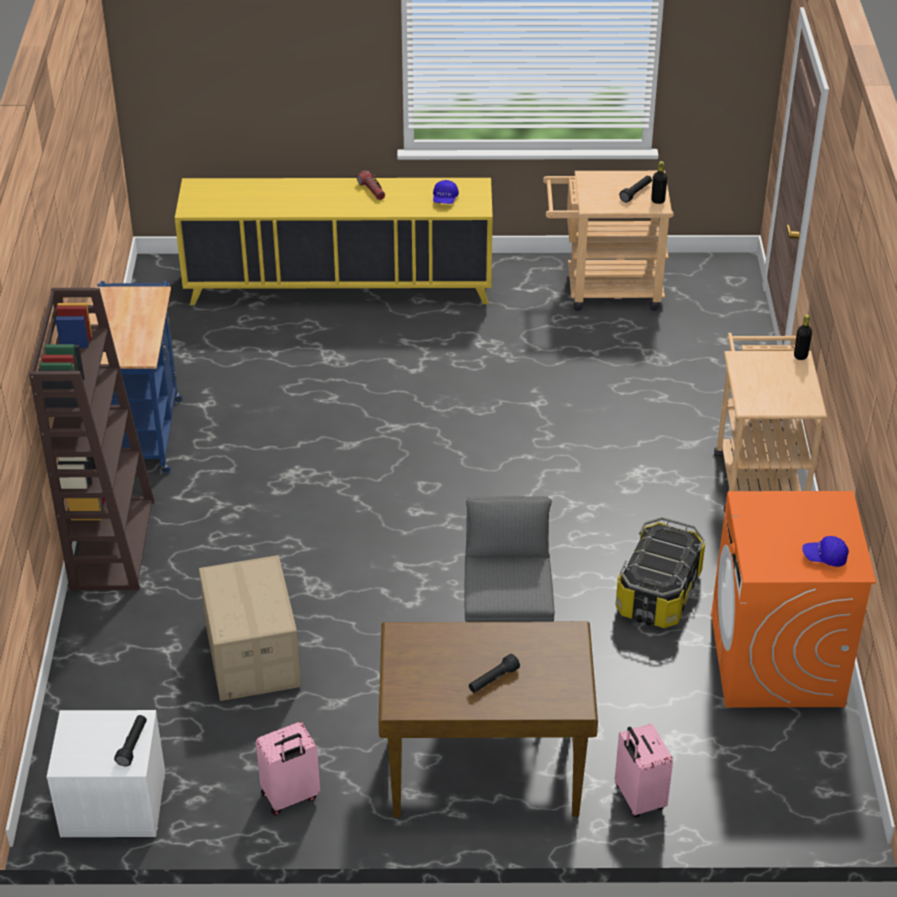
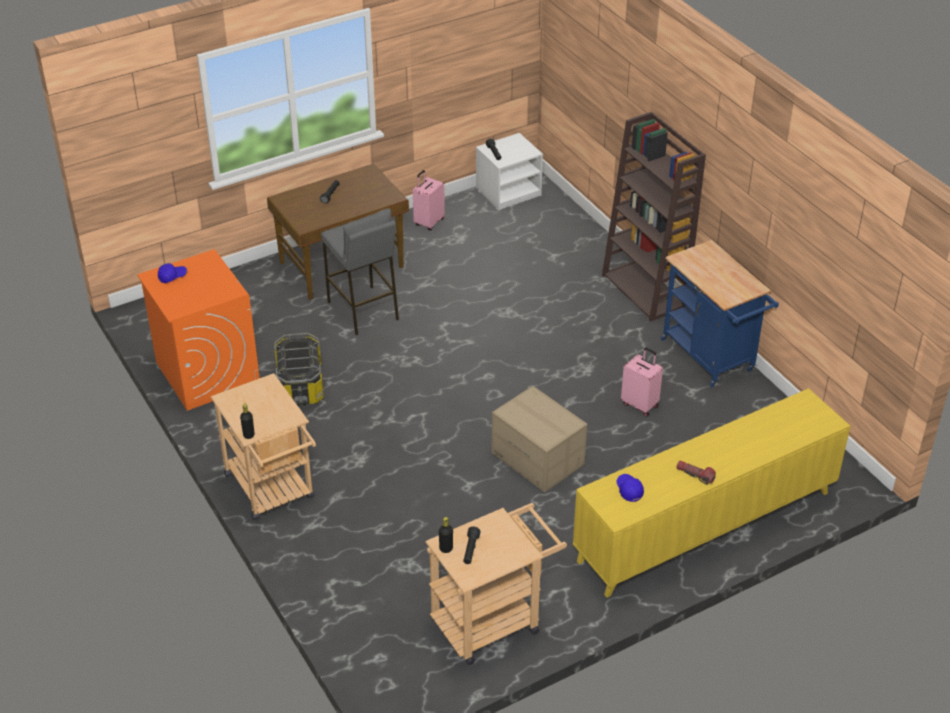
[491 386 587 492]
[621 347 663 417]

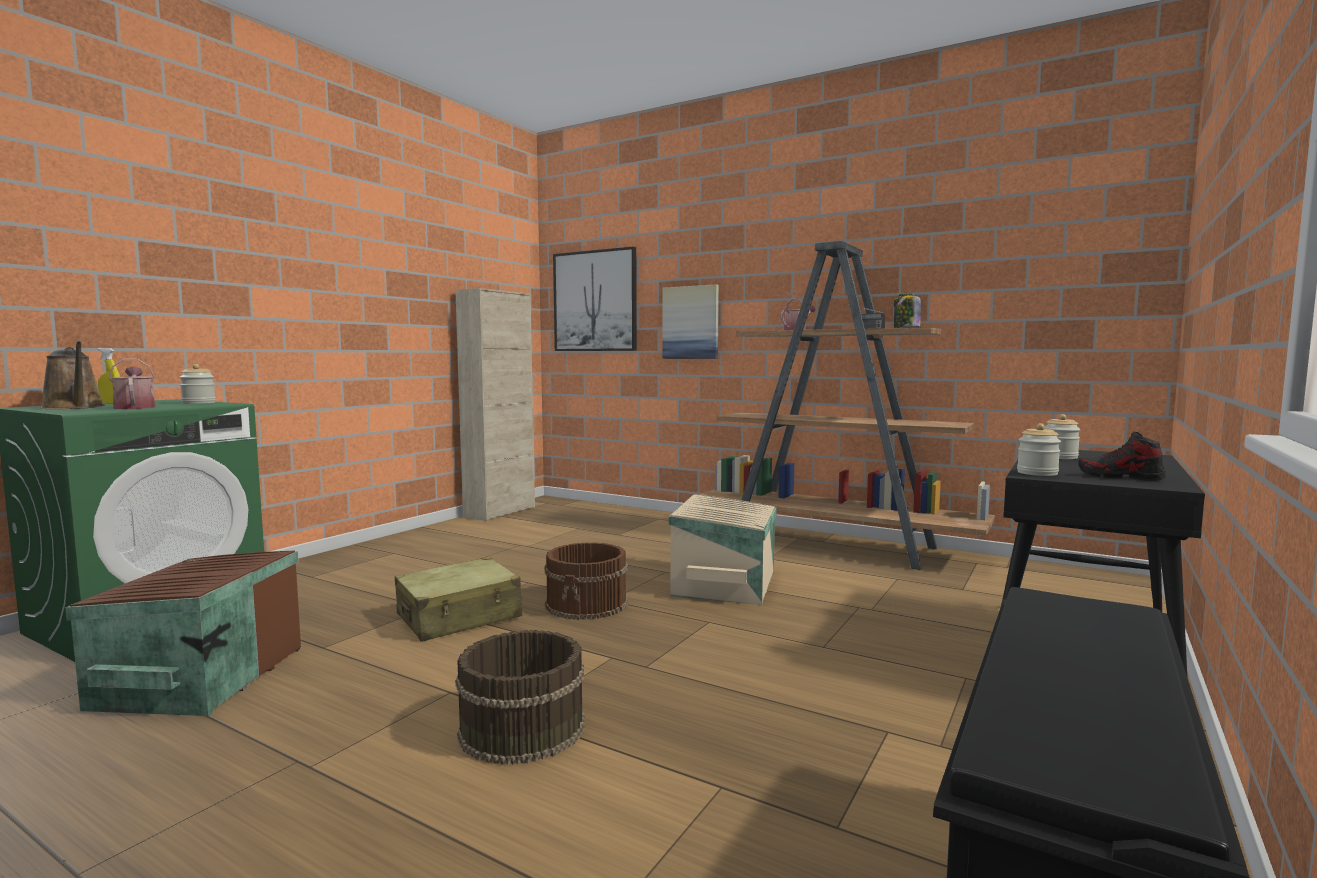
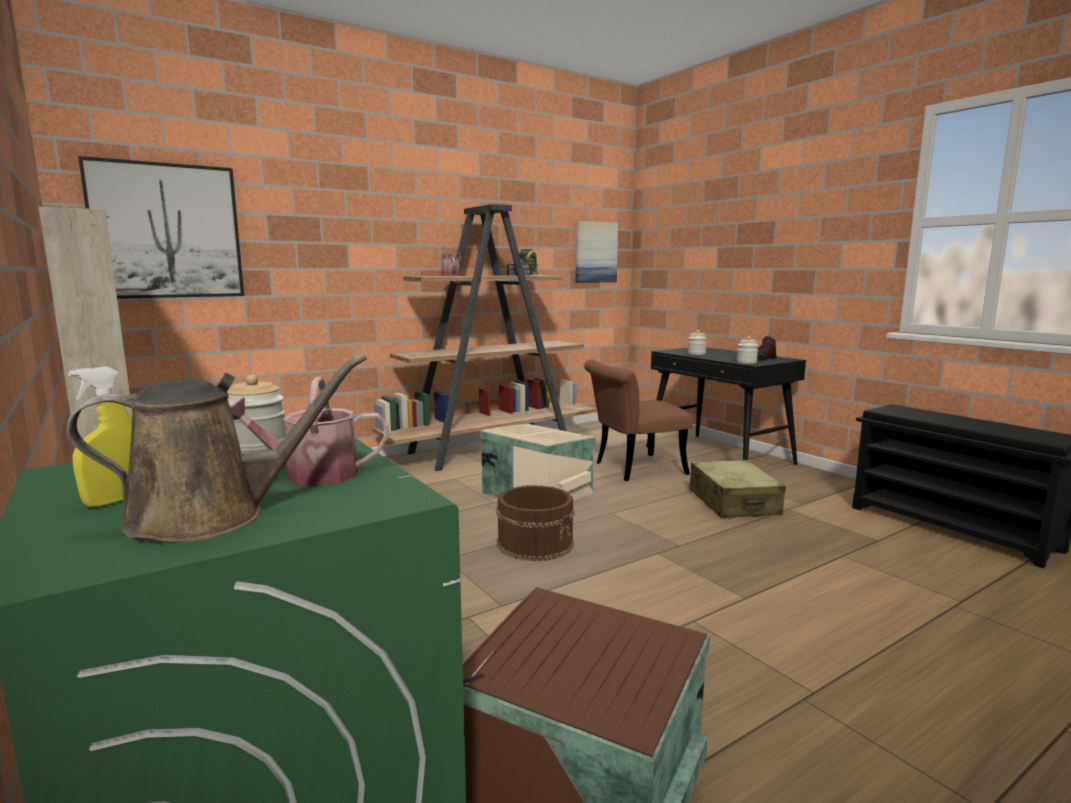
[455 630 585 765] (first image)
[584 359 692 481]
[689 460 786 518]
[576 221 618 283]

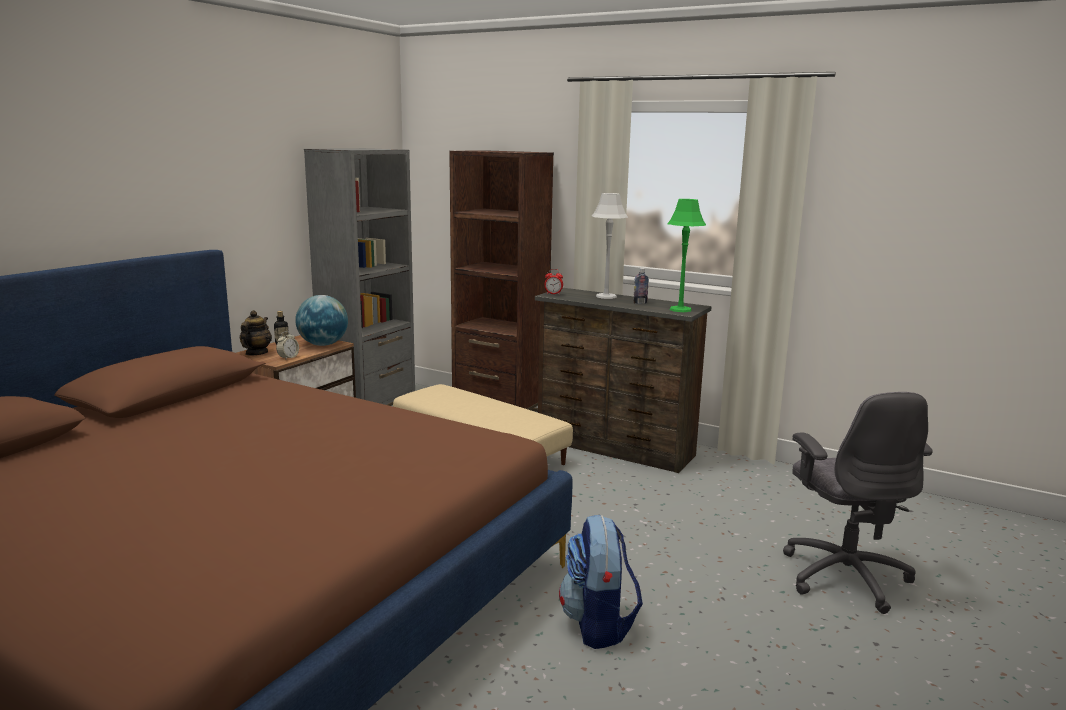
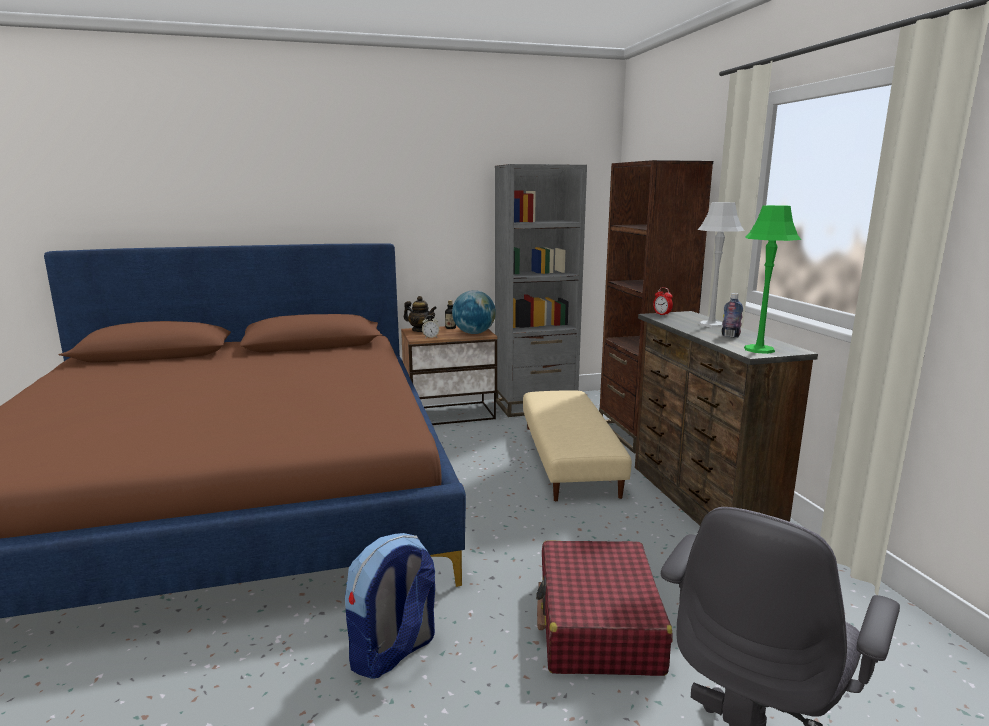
[536 540 673 676]
[404 296 437 332]

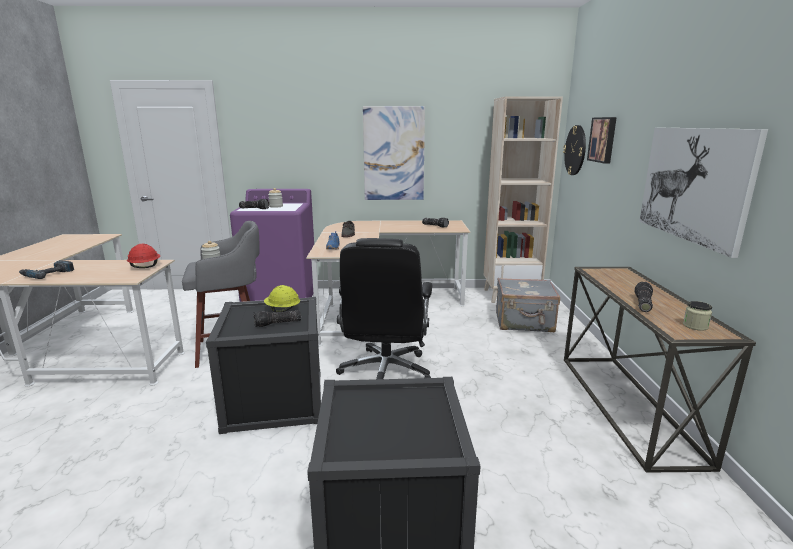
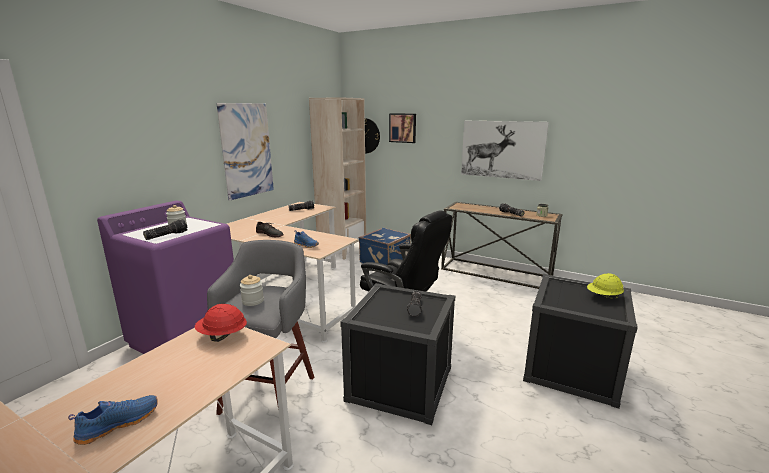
[587 273 624 300]
[68 395 158 445]
[359 228 411 265]

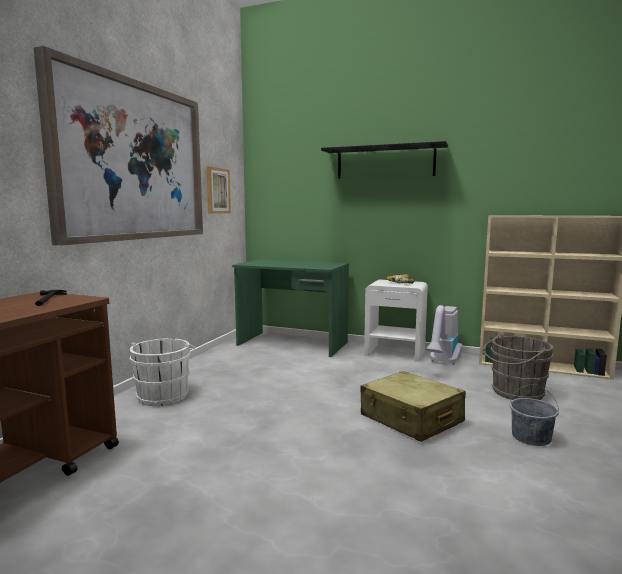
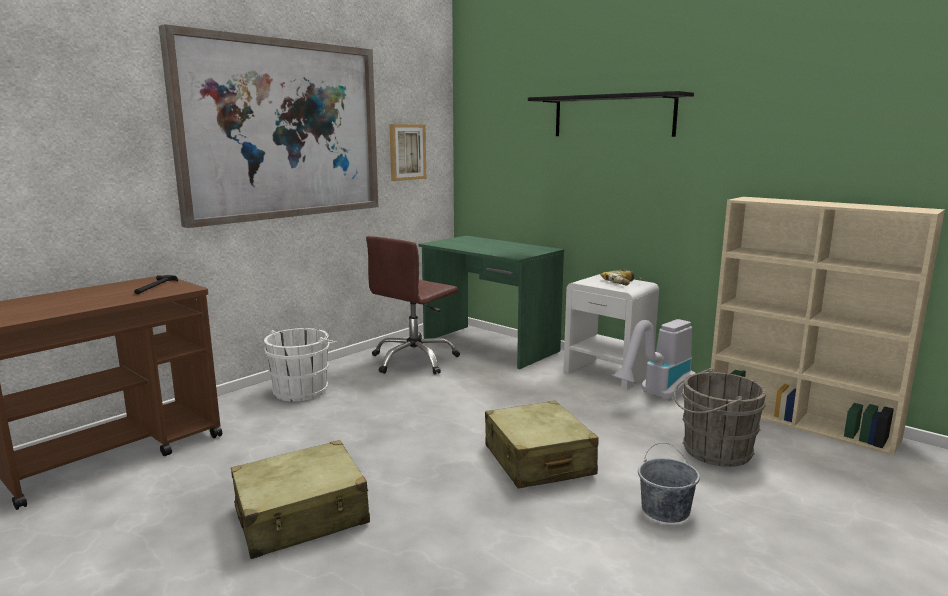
[231 440 370 559]
[366 236 460 374]

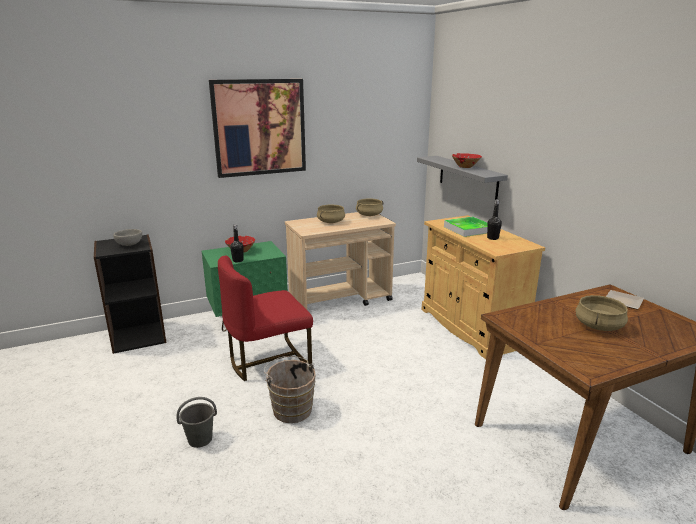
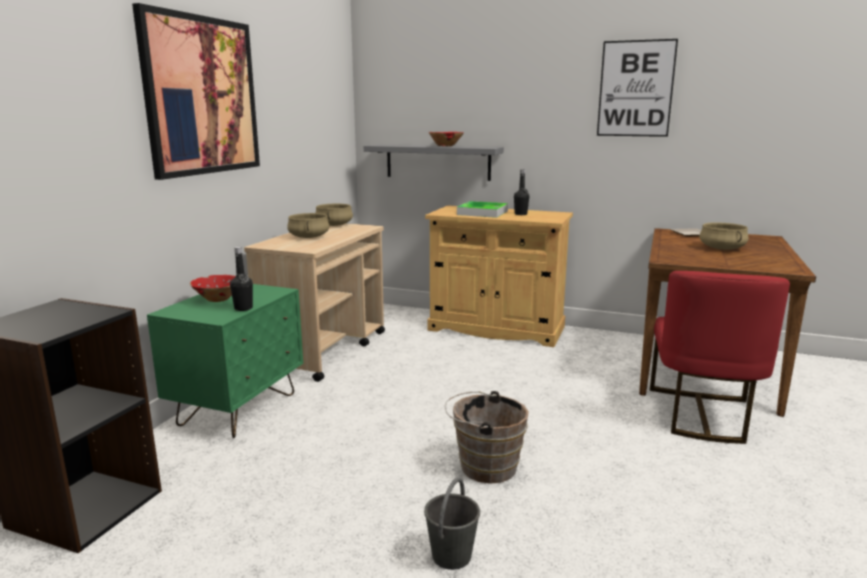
[113 229 142 246] (first image)
[597 39 678 137]
[650 271 790 444]

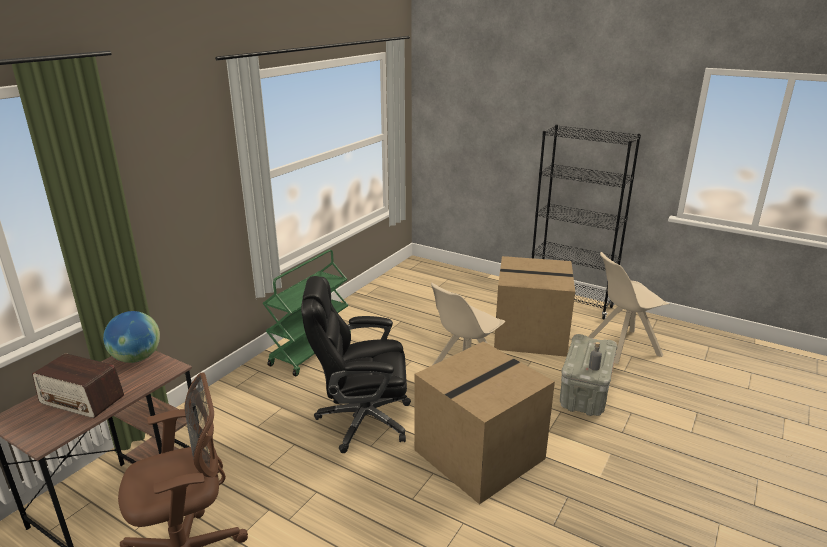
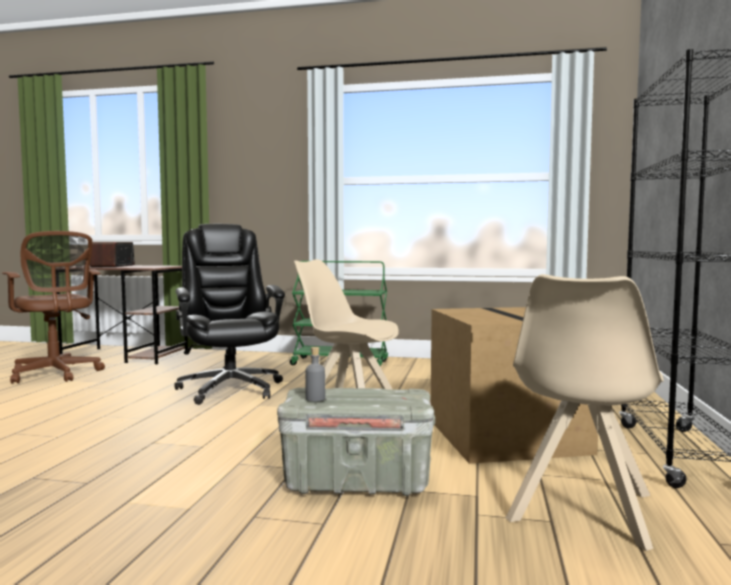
[103 311 160 363] (first image)
[414 341 555 504] (first image)
[506 274 663 551]

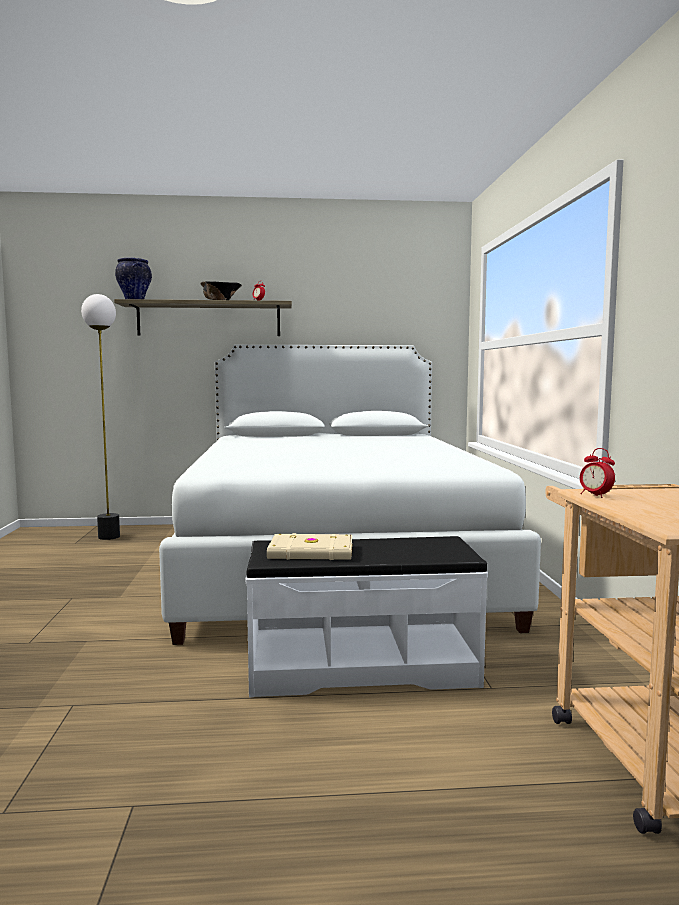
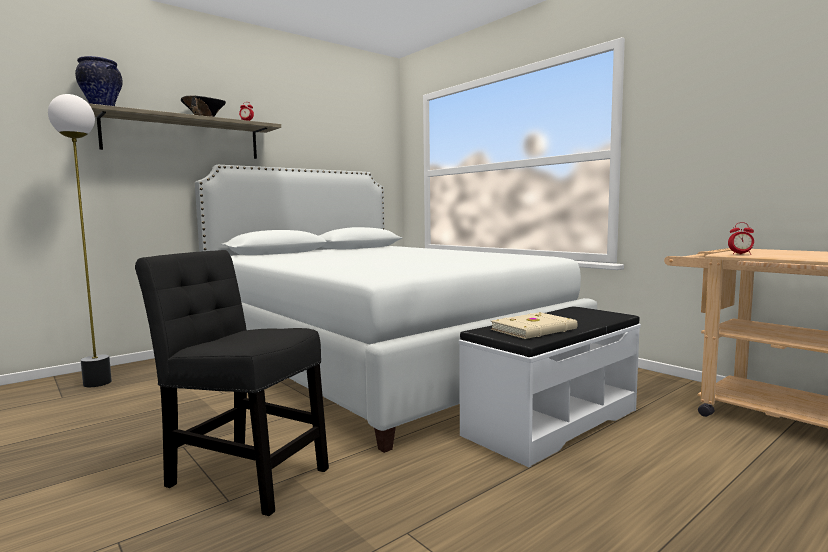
[135 250 329 516]

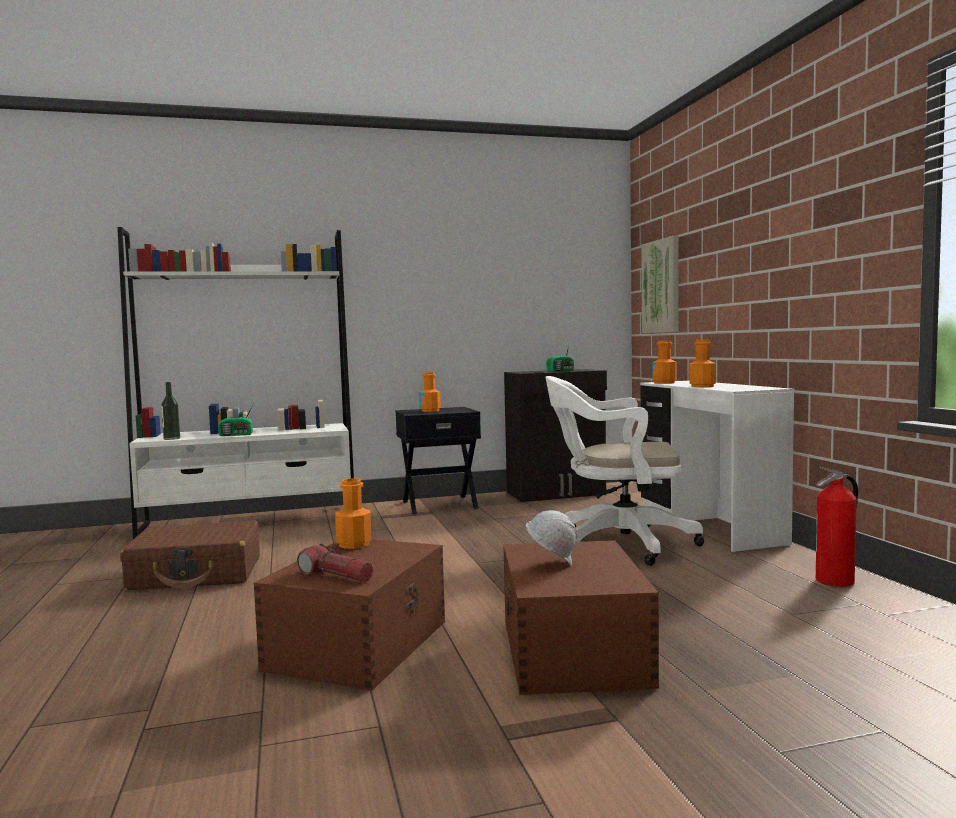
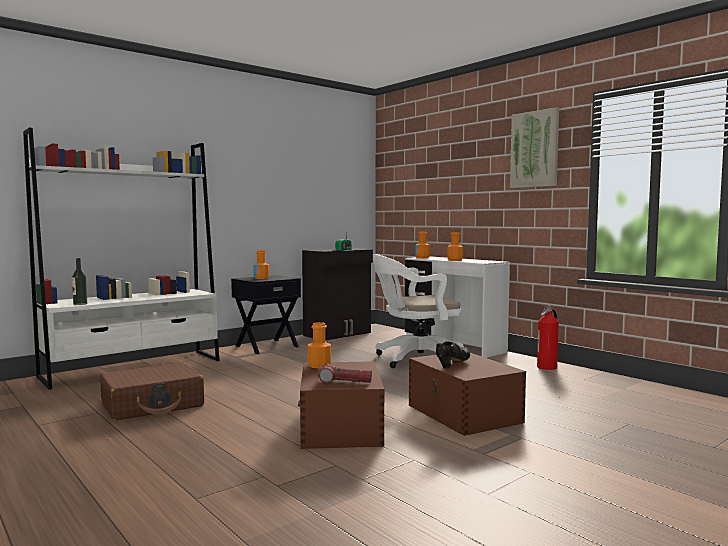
[218 403 254 436] (first image)
[510 107 559 188]
[436 341 470 369]

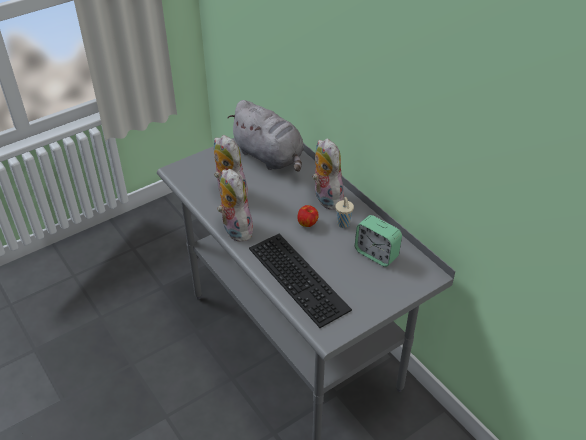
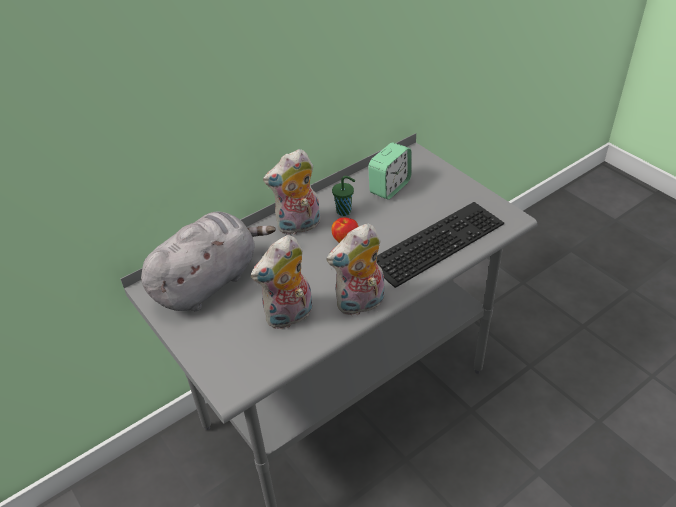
[332 176 355 216]

